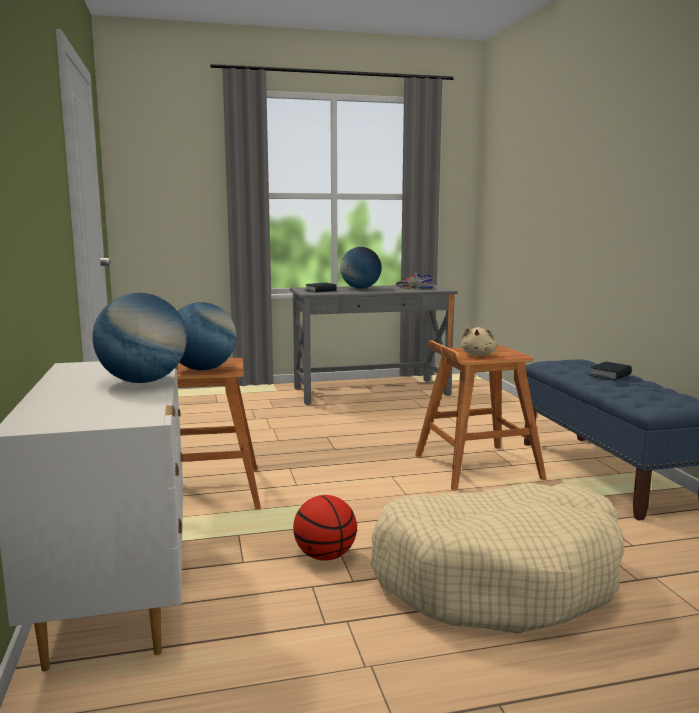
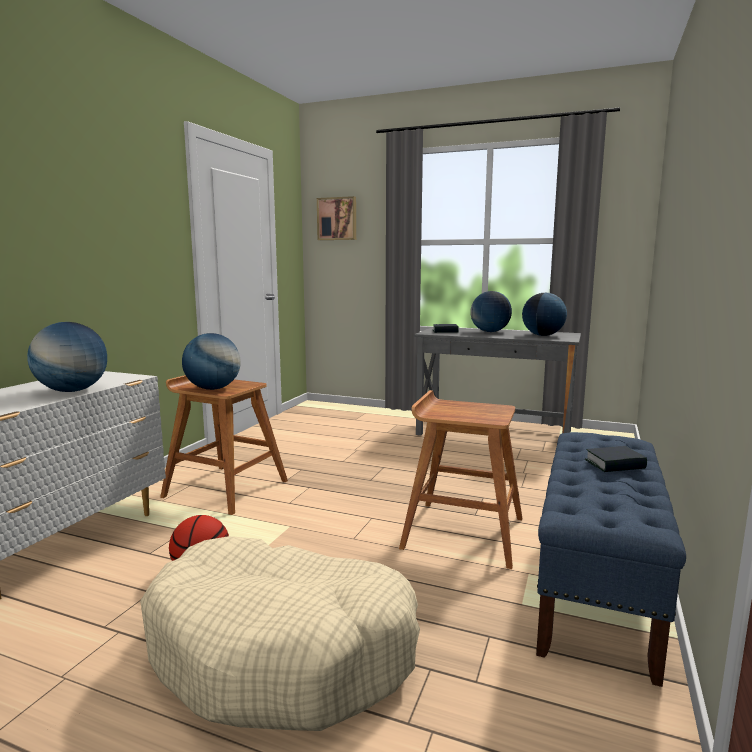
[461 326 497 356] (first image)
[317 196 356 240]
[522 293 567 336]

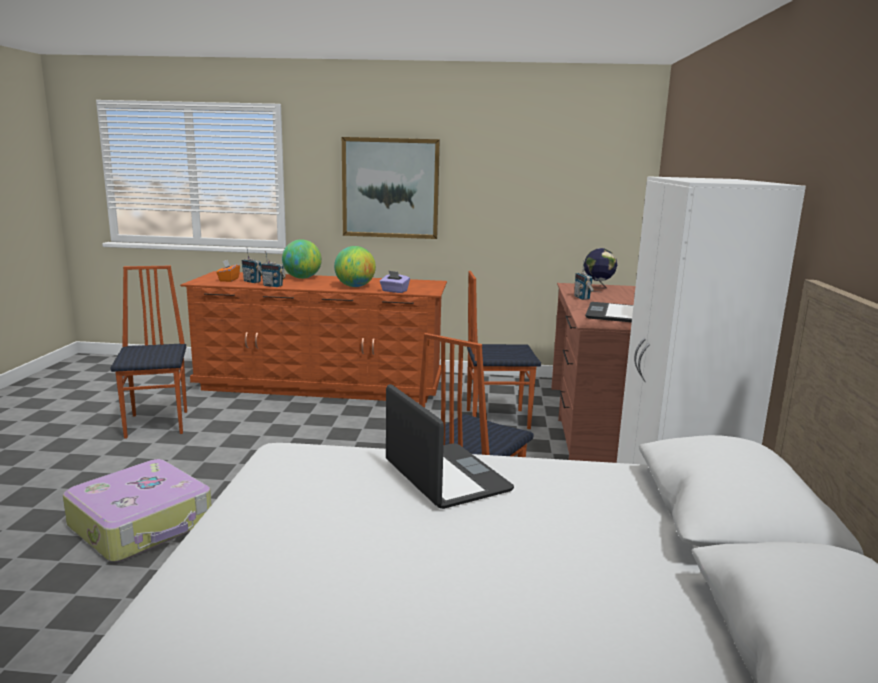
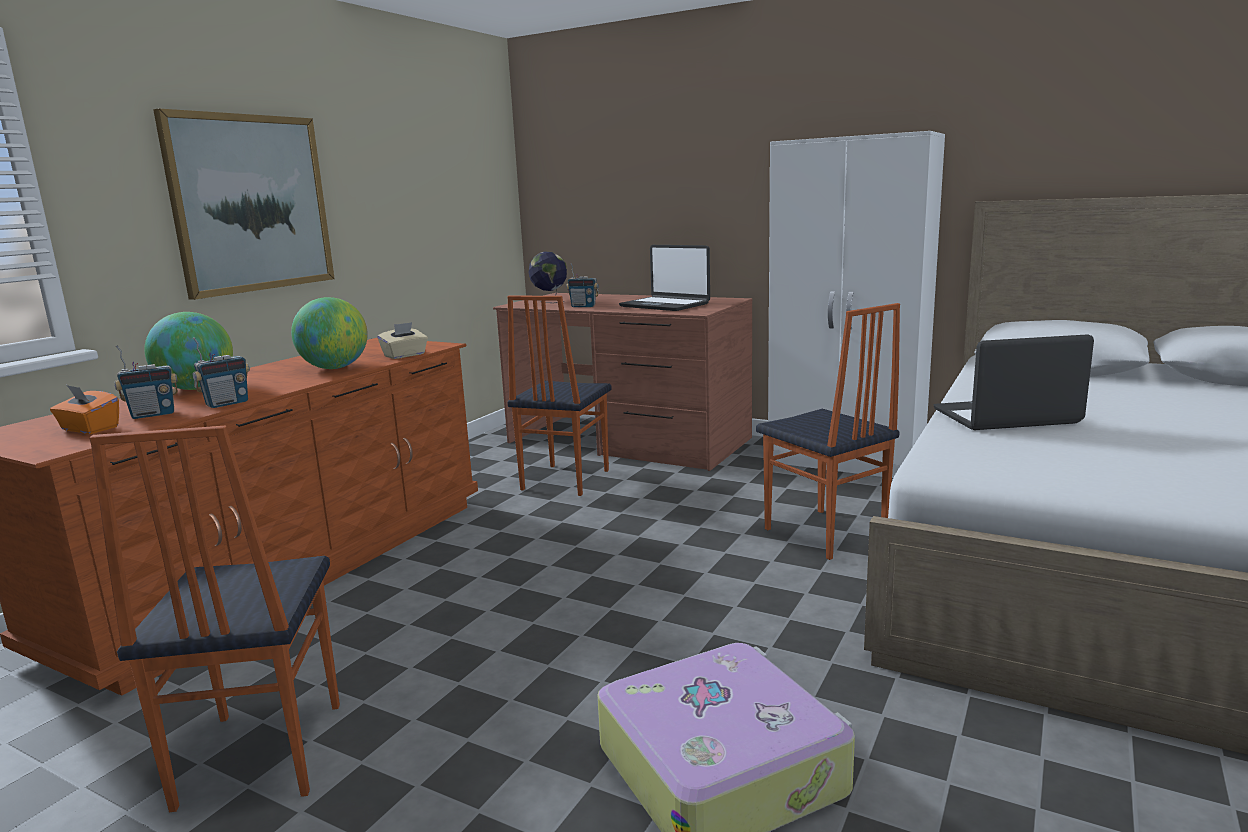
[378 322 428 359]
[89 426 340 812]

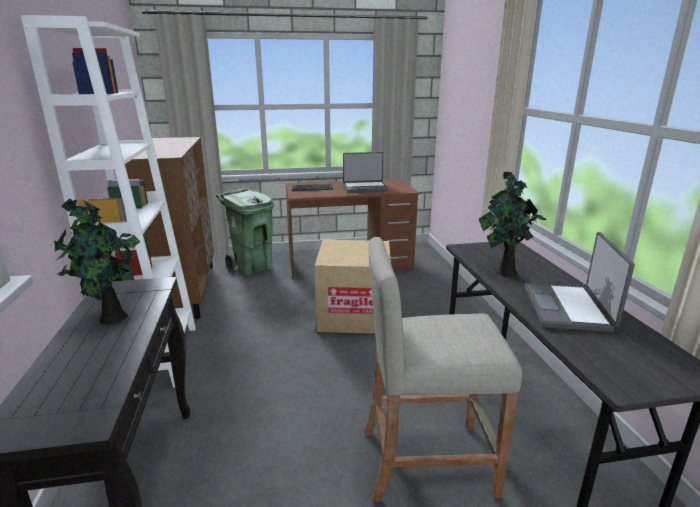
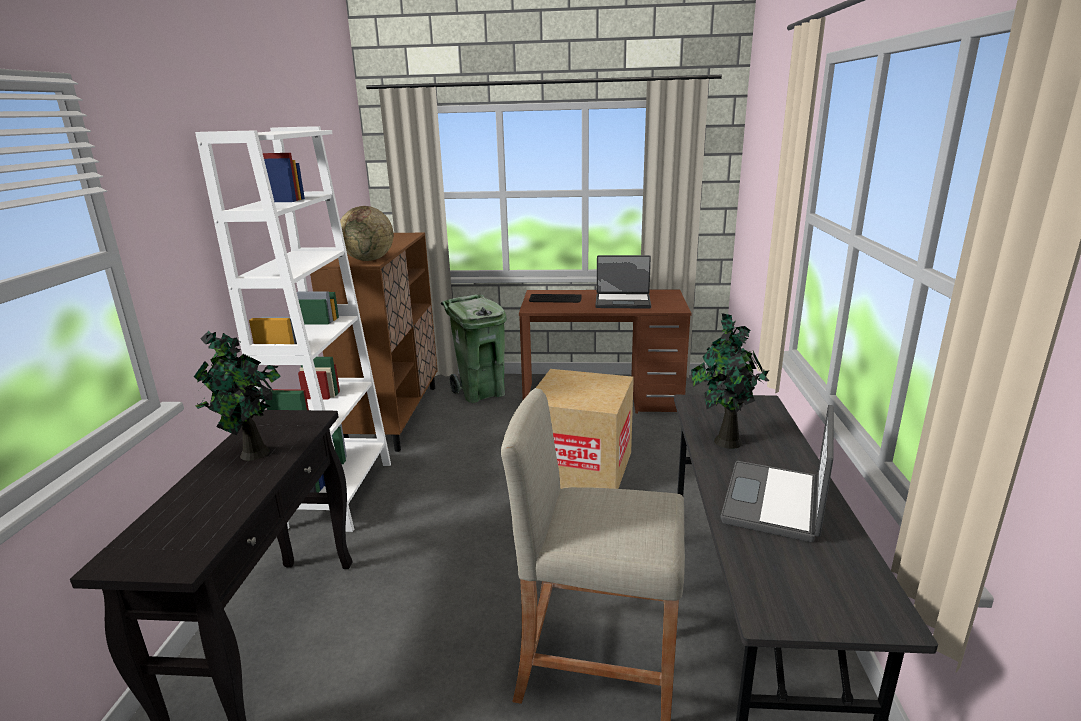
[340 206 393 261]

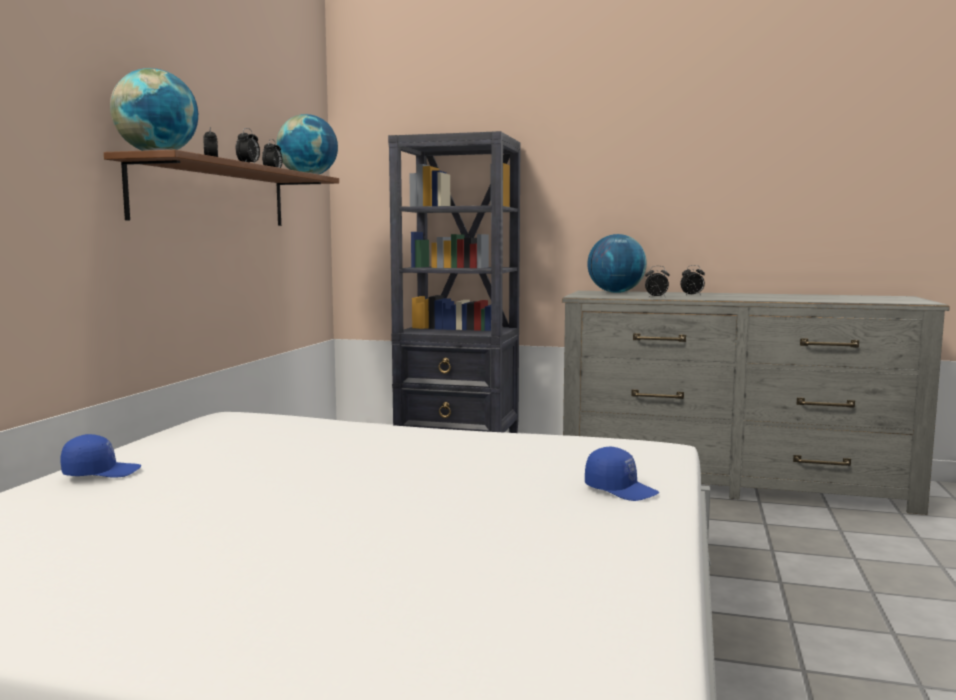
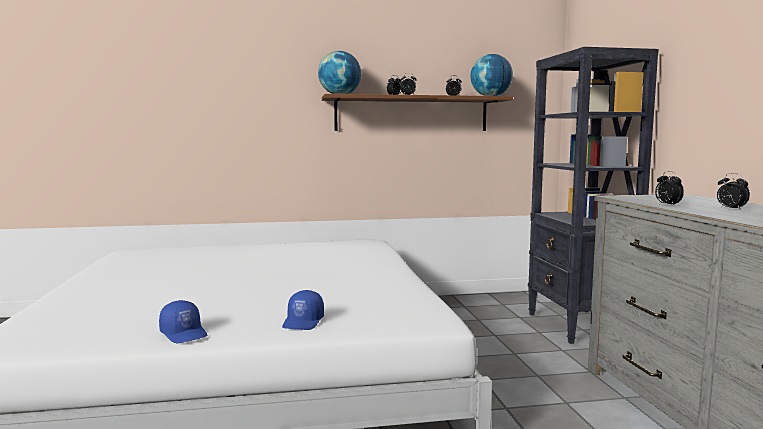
[587 234 647 293] (first image)
[159 300 208 343]

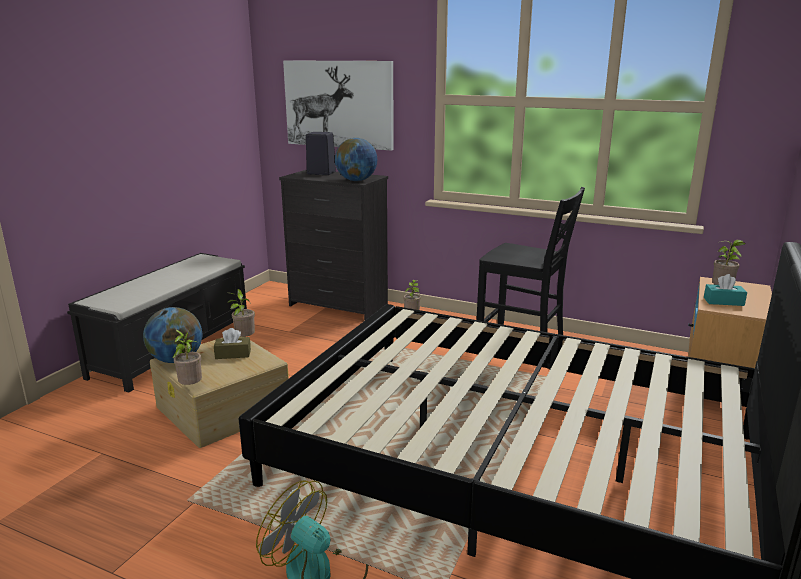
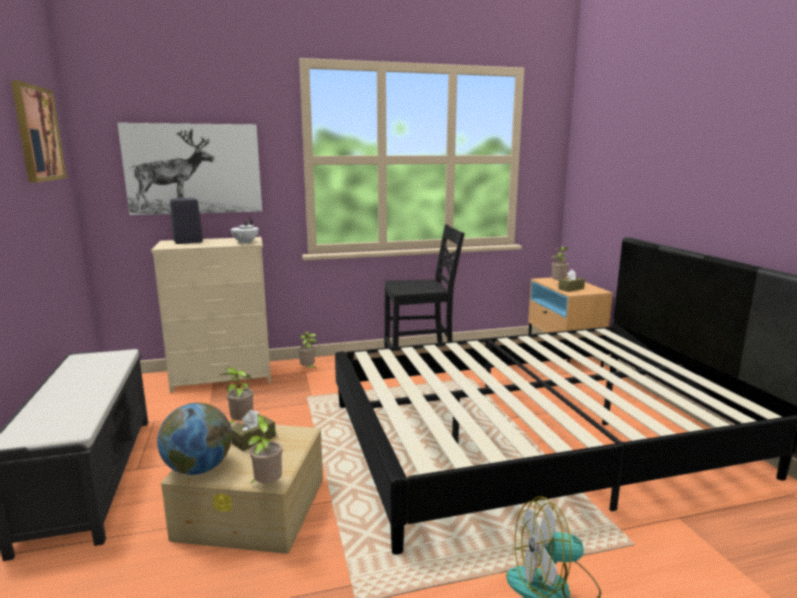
[11 80 67 183]
[230 217 259 244]
[151 237 271 393]
[558 269 585 292]

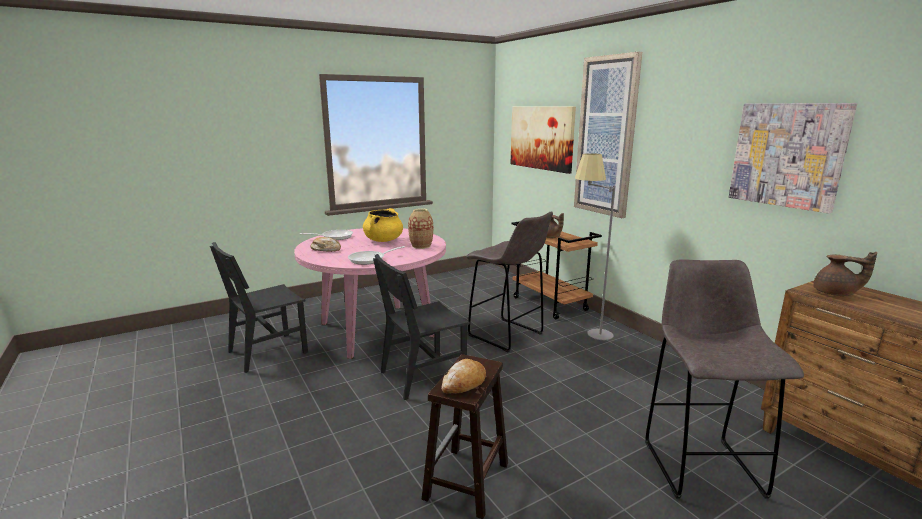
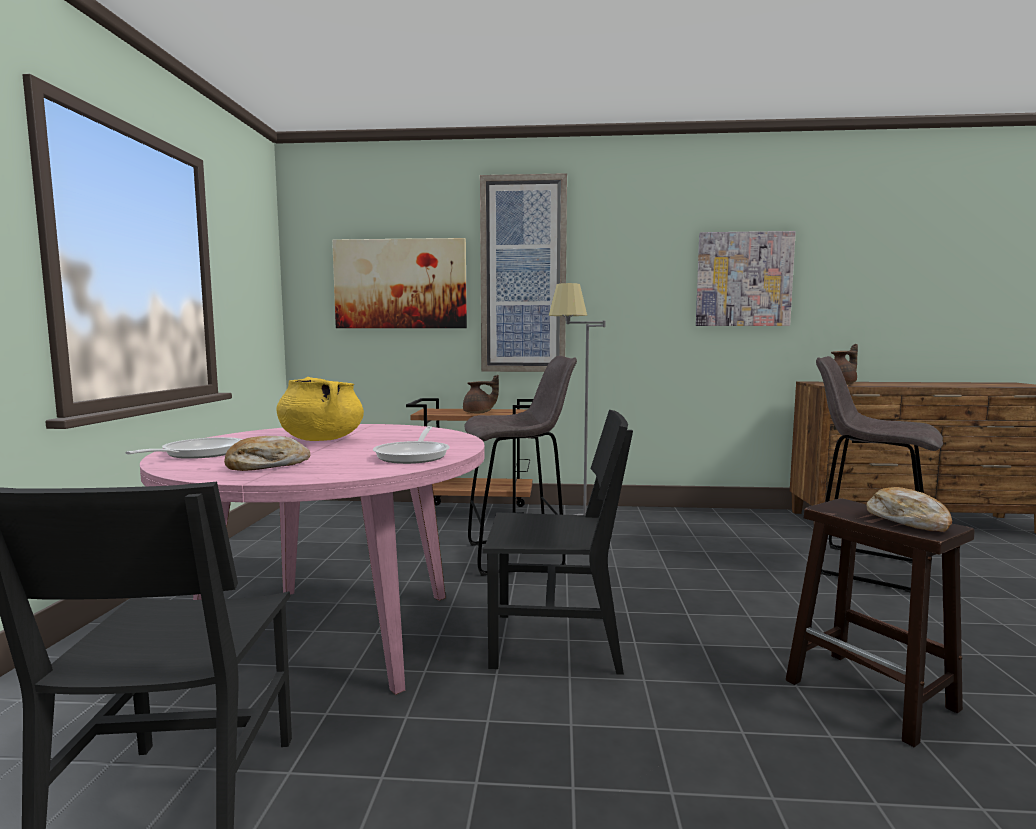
[408 208 433 249] (first image)
[483 410 633 675]

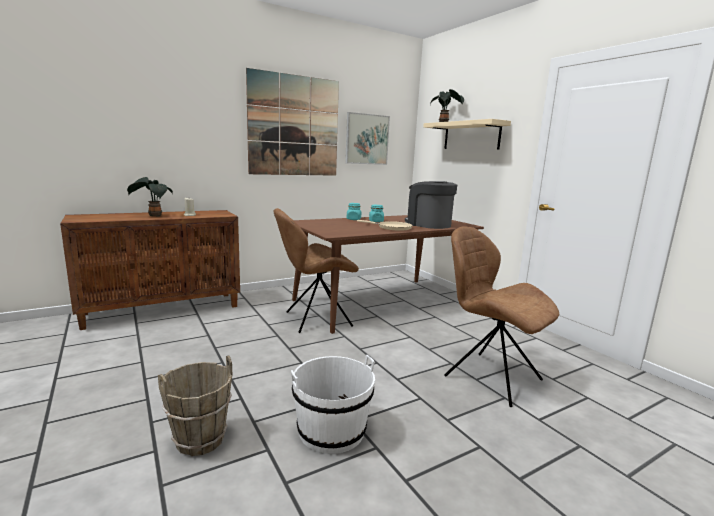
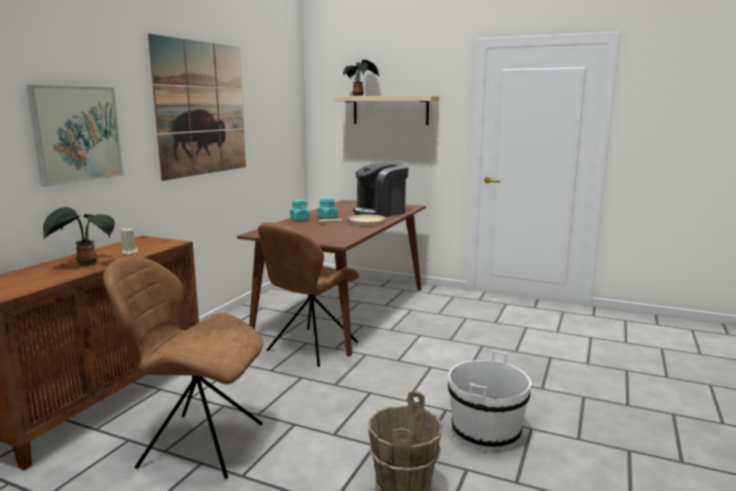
[27 85 124 187]
[103 256 264 479]
[353 163 408 217]

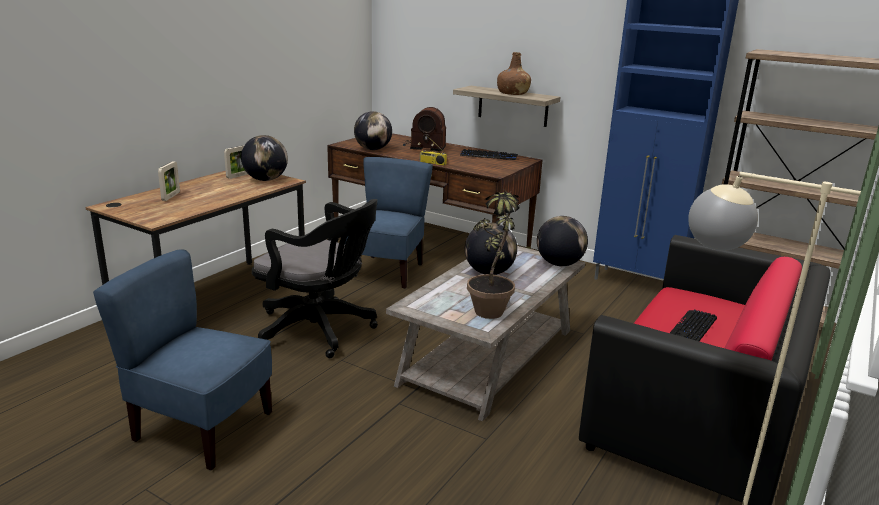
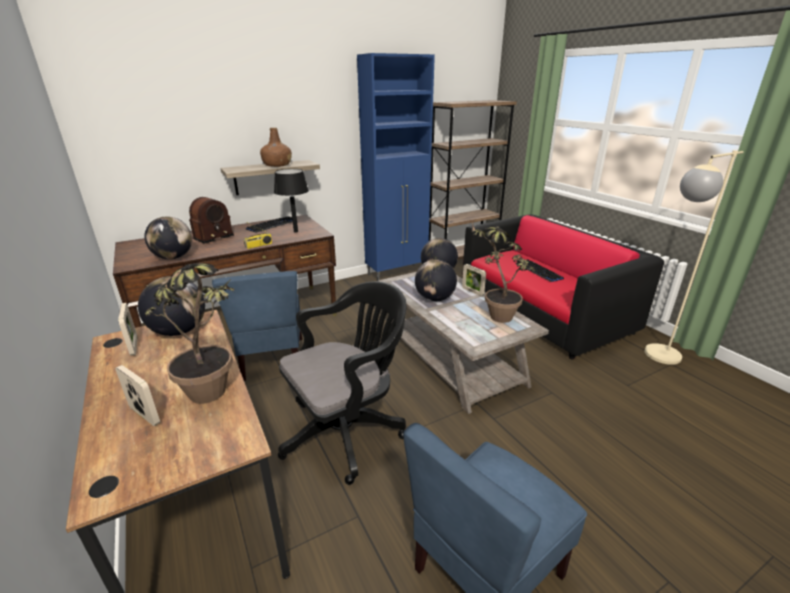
[145 263 234 404]
[274 169 309 233]
[462 264 486 296]
[212 271 302 381]

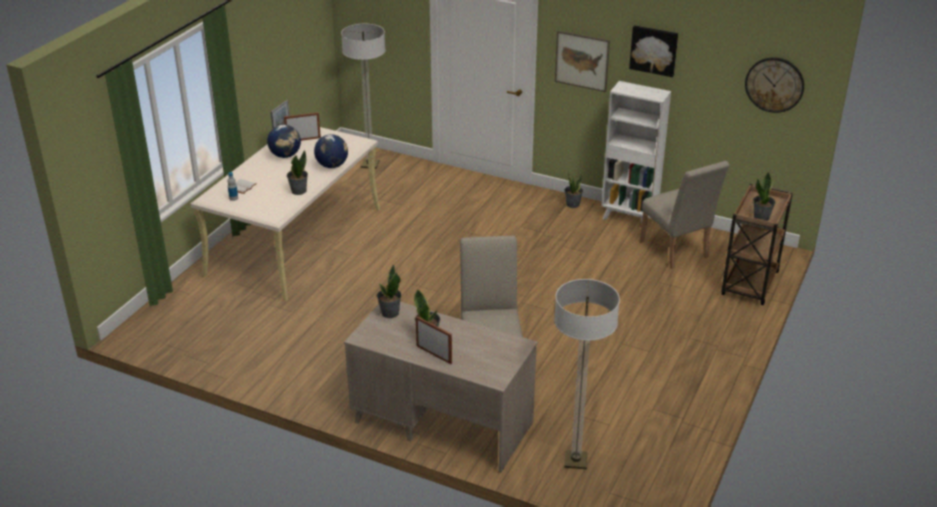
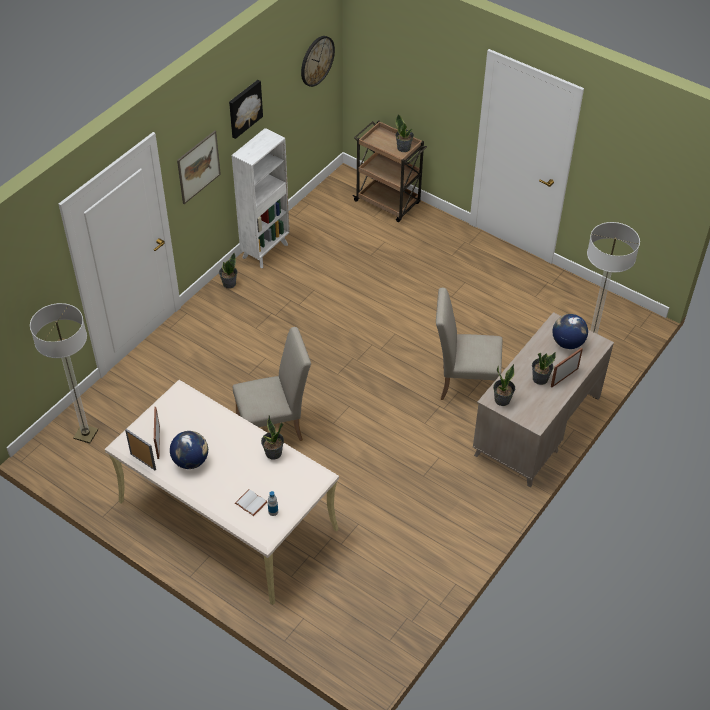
[552 314 588 349]
[233 327 311 441]

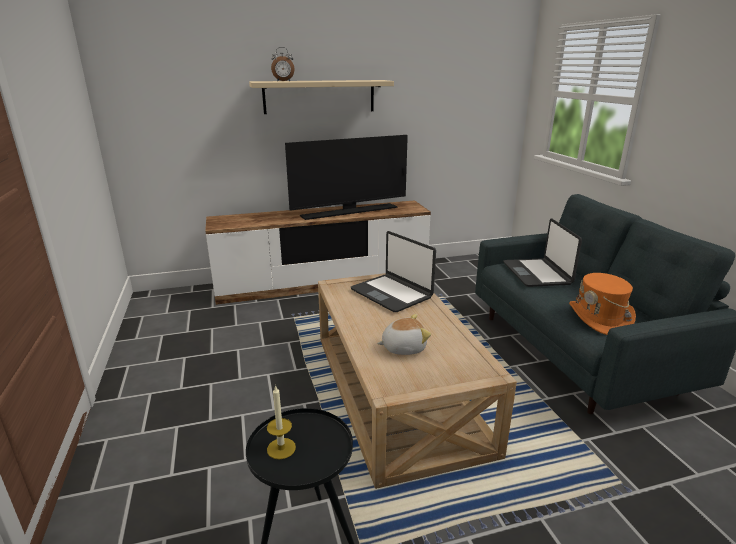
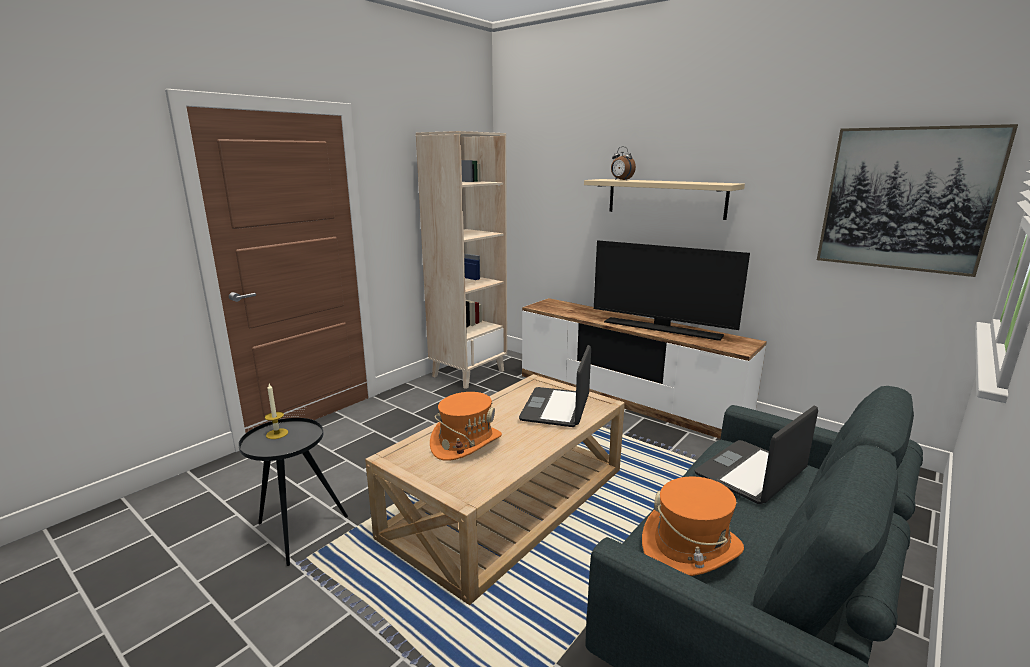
[416 131 507 389]
[817 124 1018 277]
[430 392 502 461]

